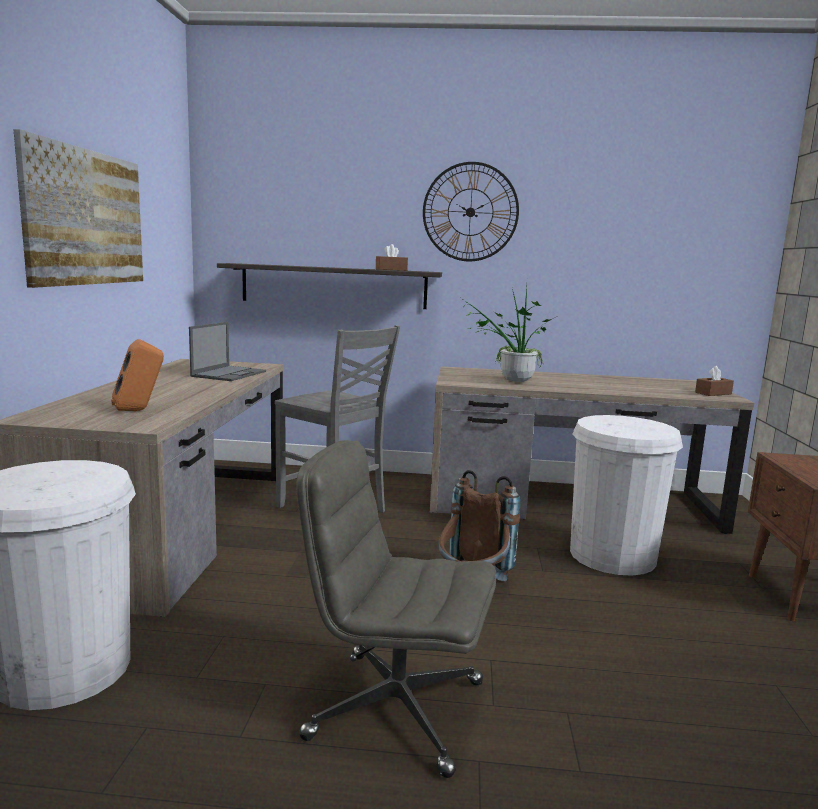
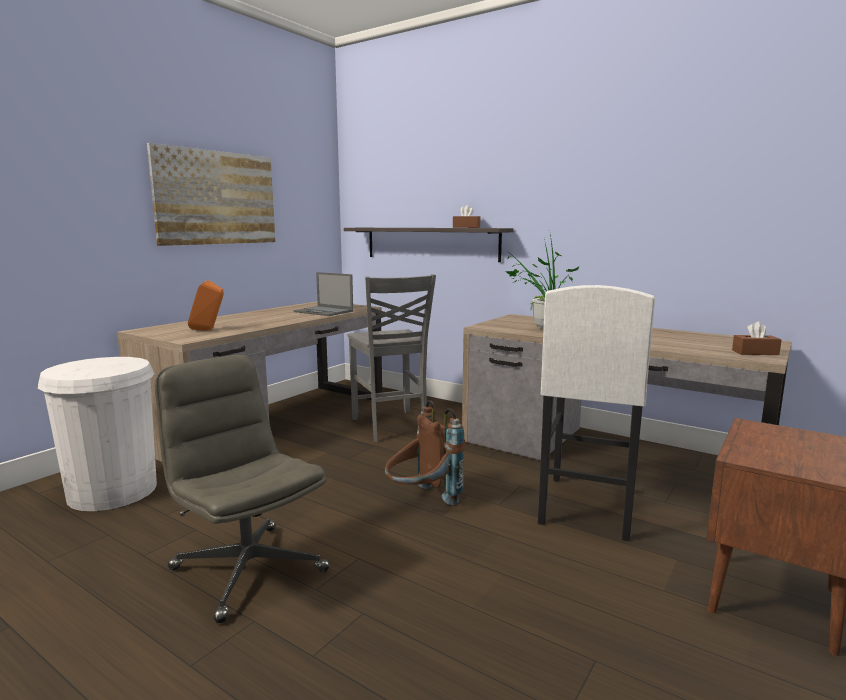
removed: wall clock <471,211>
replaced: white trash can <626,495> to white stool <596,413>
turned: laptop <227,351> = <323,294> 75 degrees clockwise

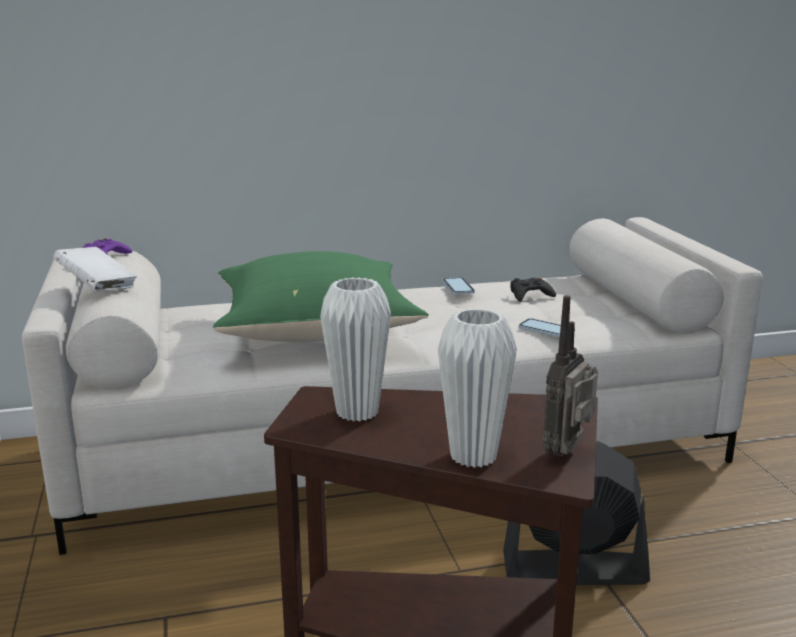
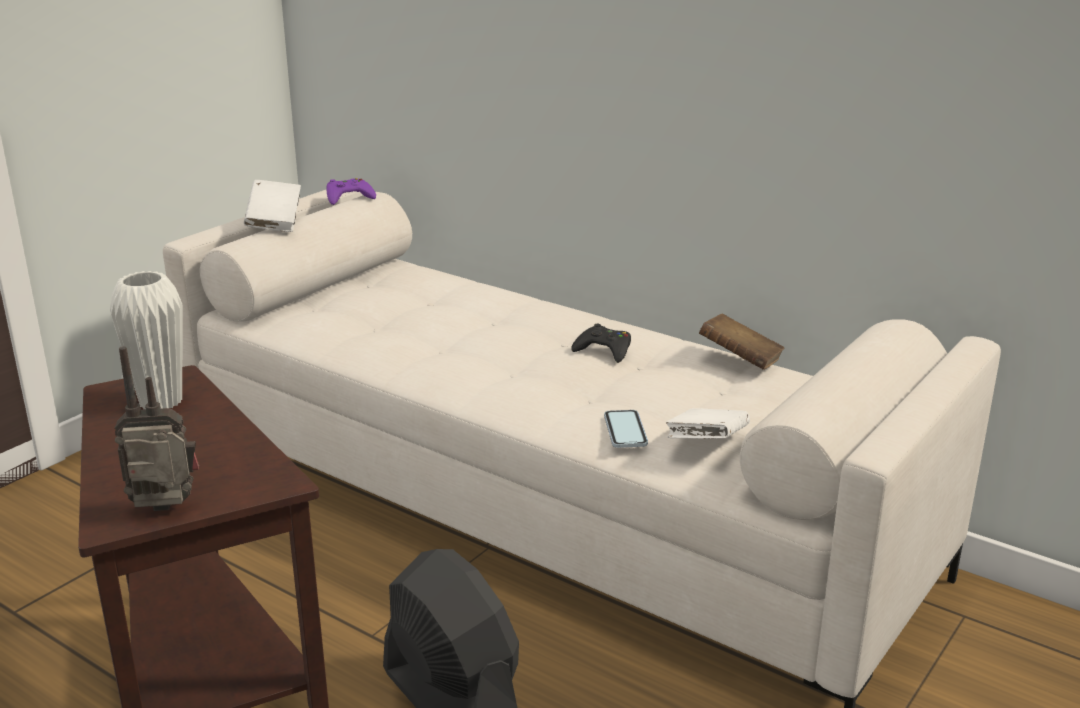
removed: green pillow <321,296>; white vase <477,388>; phone <458,285>
added: white book <708,423>; brown book <742,341>
moved: black game controller <533,290> to <601,343>

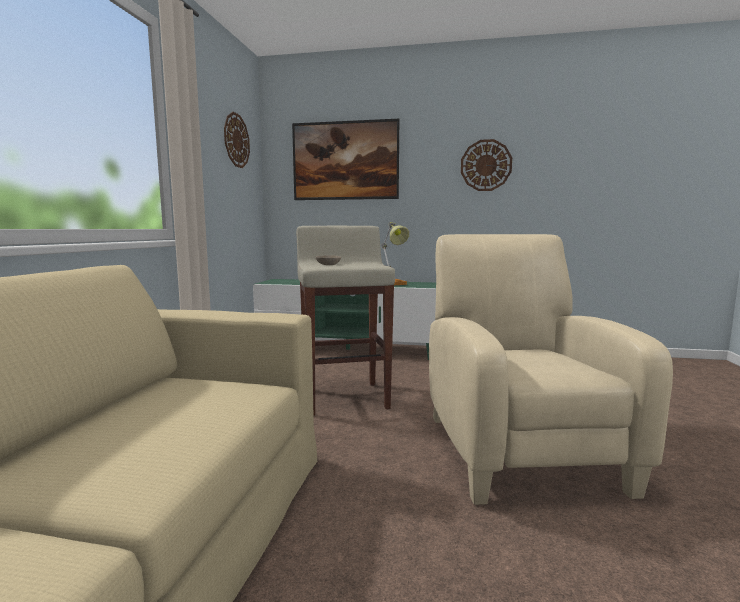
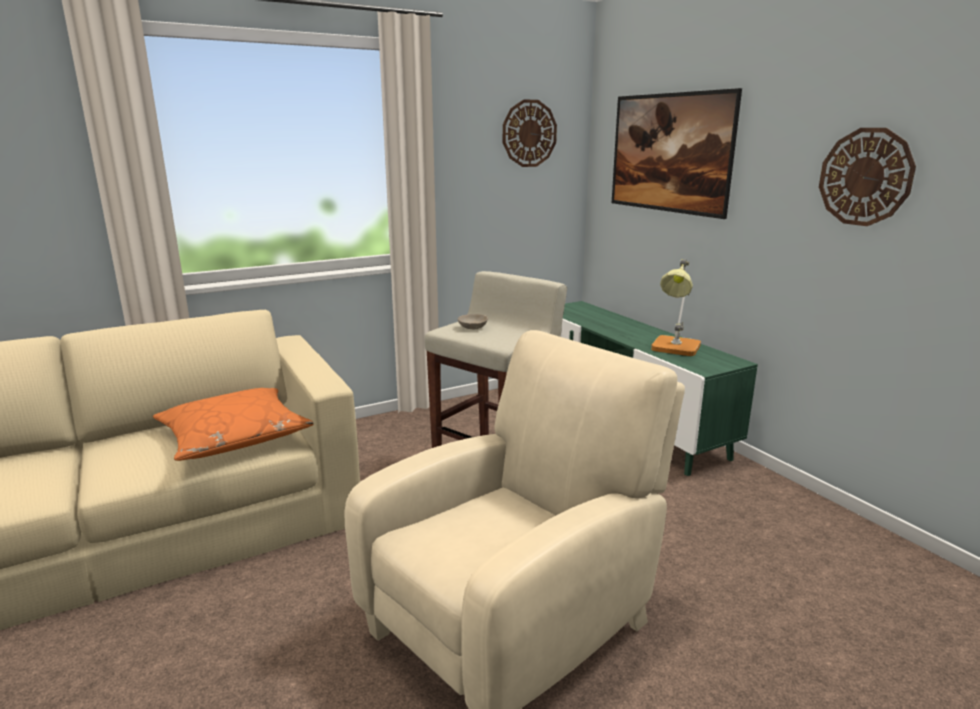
added: orange pillow <233,424>

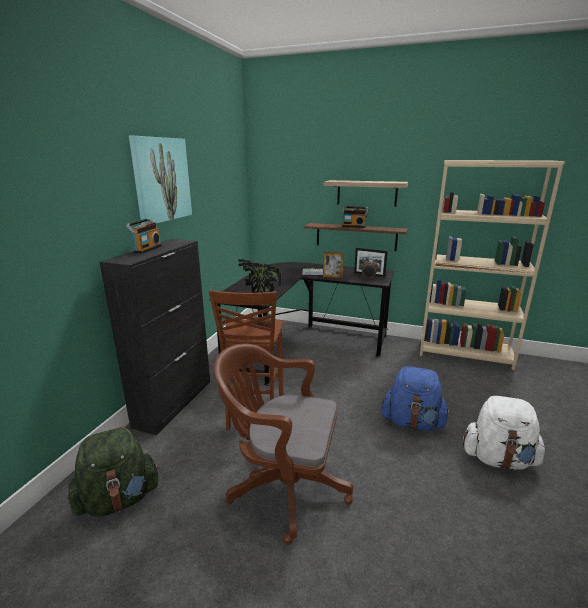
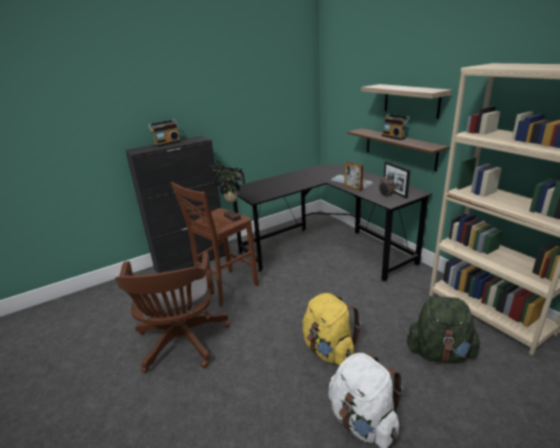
removed: picture <160,180>
moved: green backpack <114,471> to <444,329>
recoloured: blue backpack <416,398> to yellow backpack <332,329>
turned: brown office chair <283,444> = <172,312> 150 degrees counterclockwise

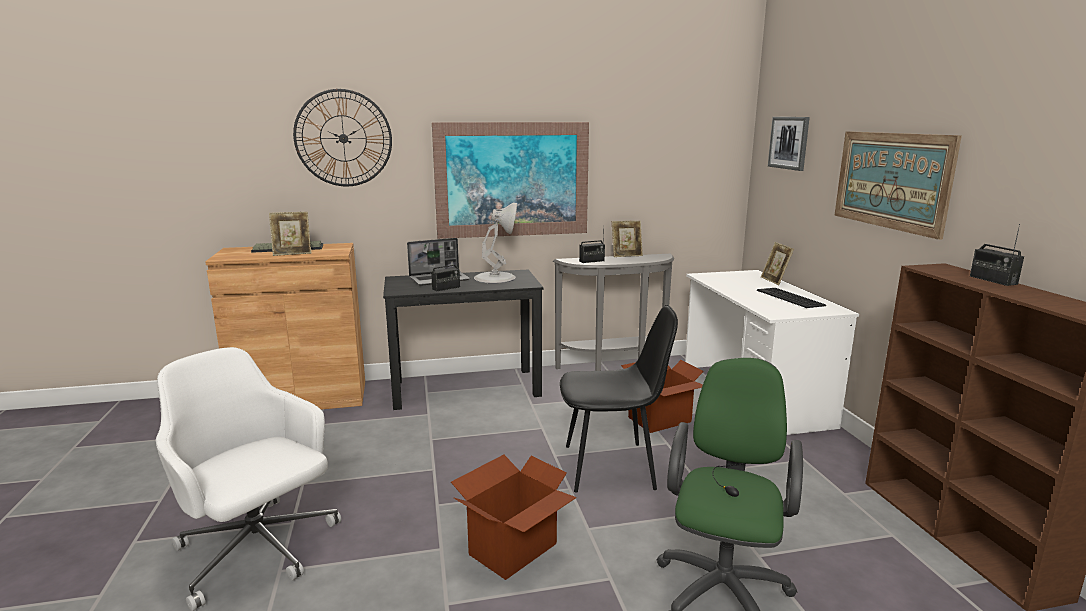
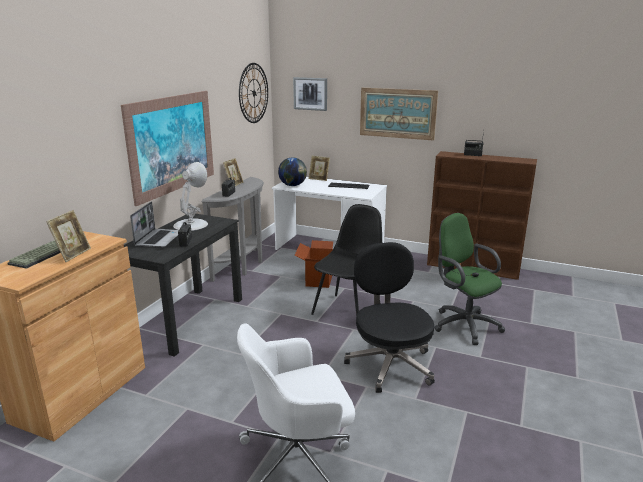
added: globe <292,171>
moved: wall clock <342,137> to <253,93>
replaced: cardboard box <514,517> to black office chair <389,317>

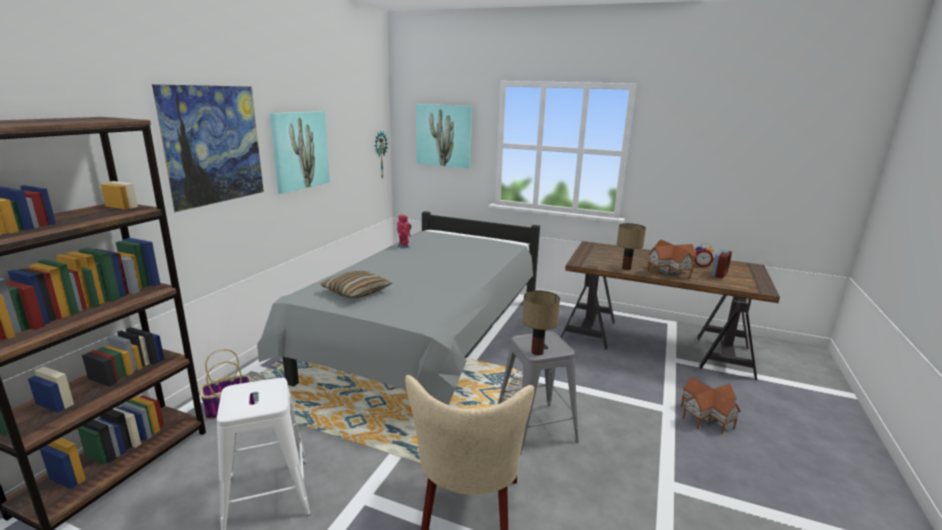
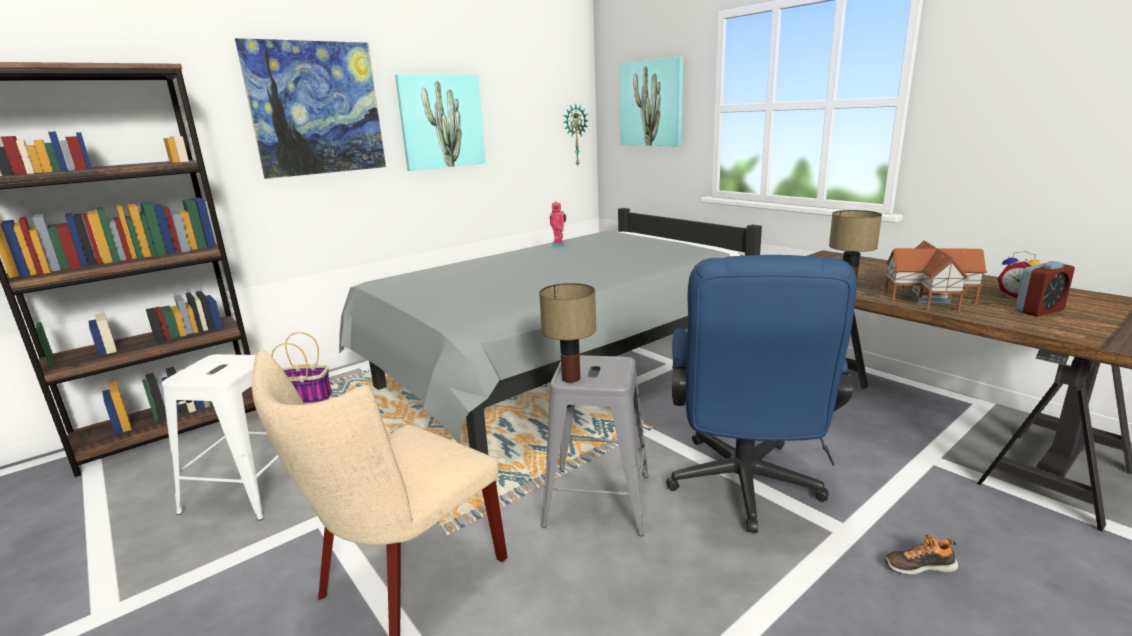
removed: pillow <356,284>
added: blue office chair <761,394>
replaced: toy house <711,405> to shoe <921,555>

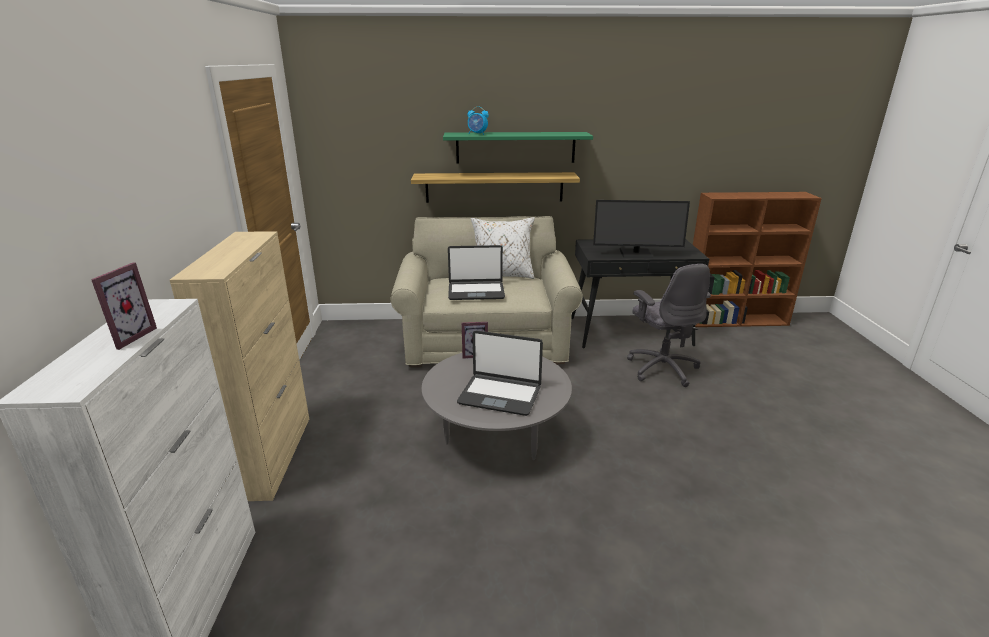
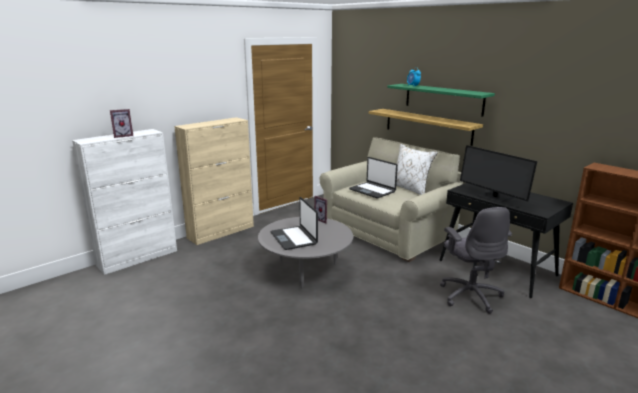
turned: grey office chair <669,325> = <476,260> 45 degrees counterclockwise

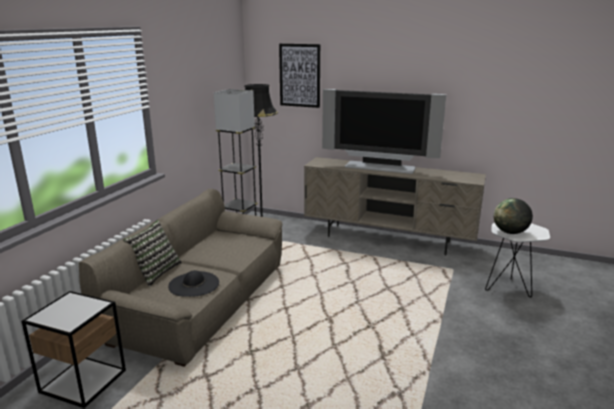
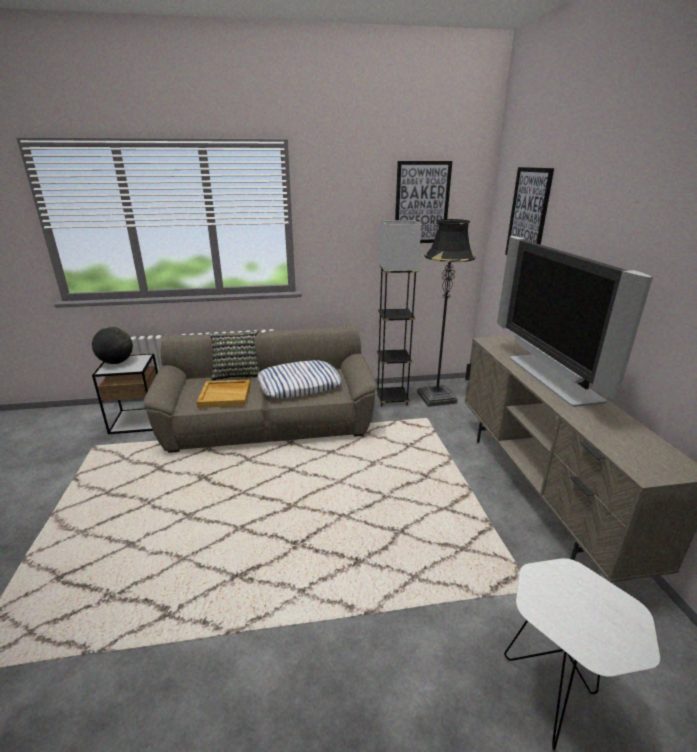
added: pillow <299,379>; picture <423,202>
moved: globe <513,216> to <112,345>
replaced: black hat <193,283> to beige tray <223,394>

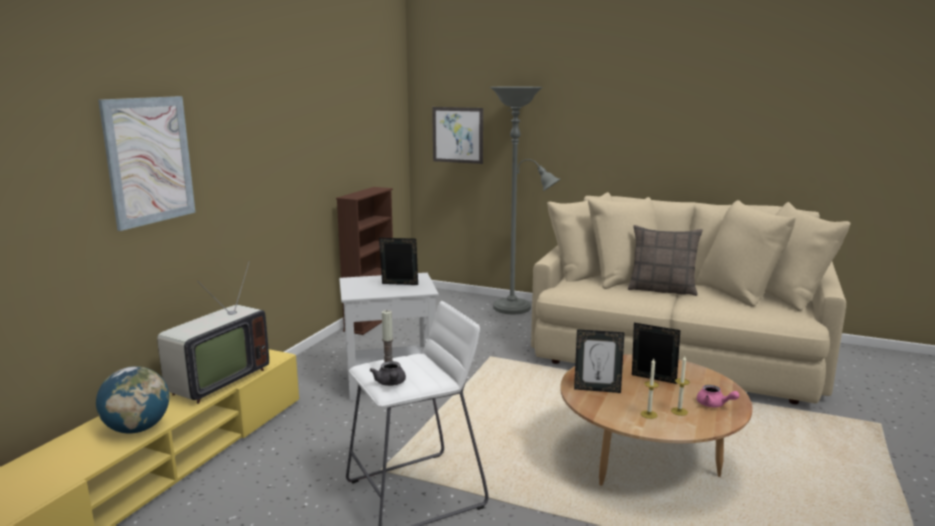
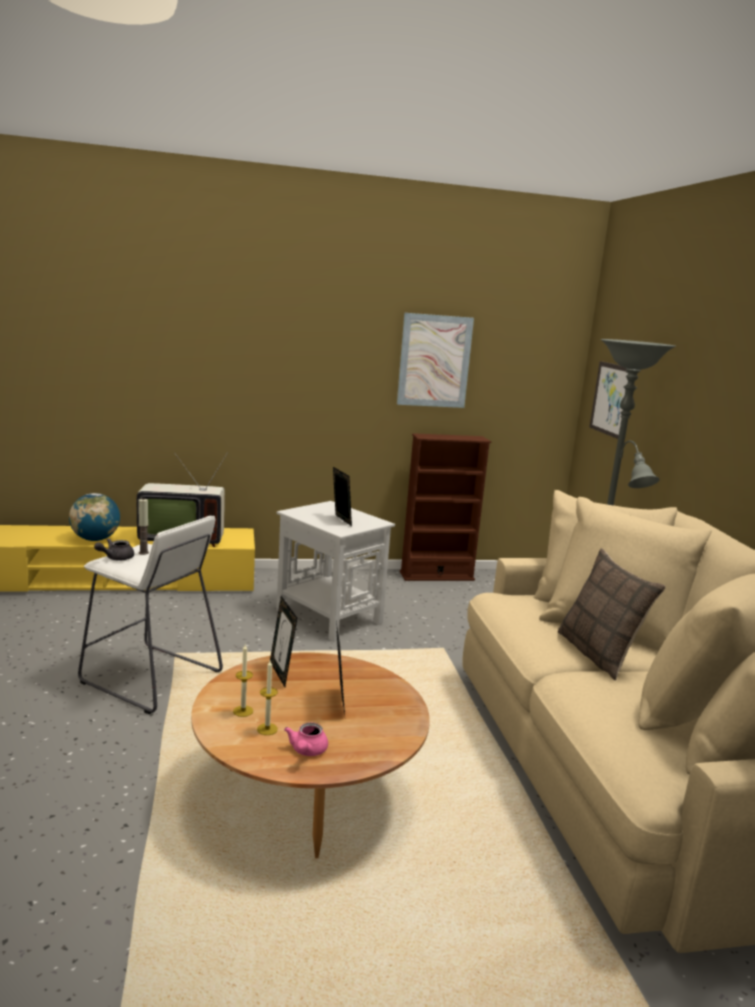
moved: picture <147,163> to <435,360>

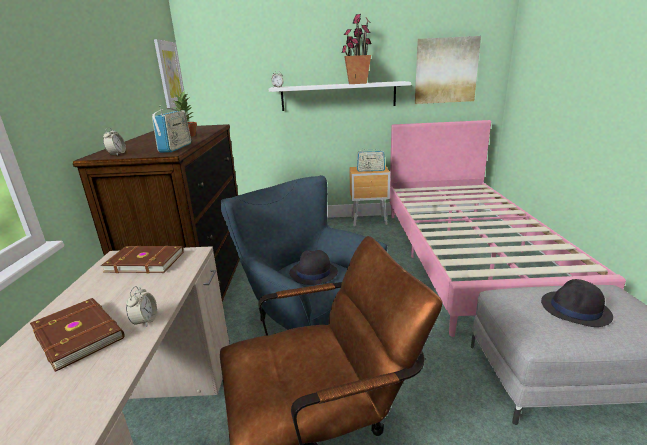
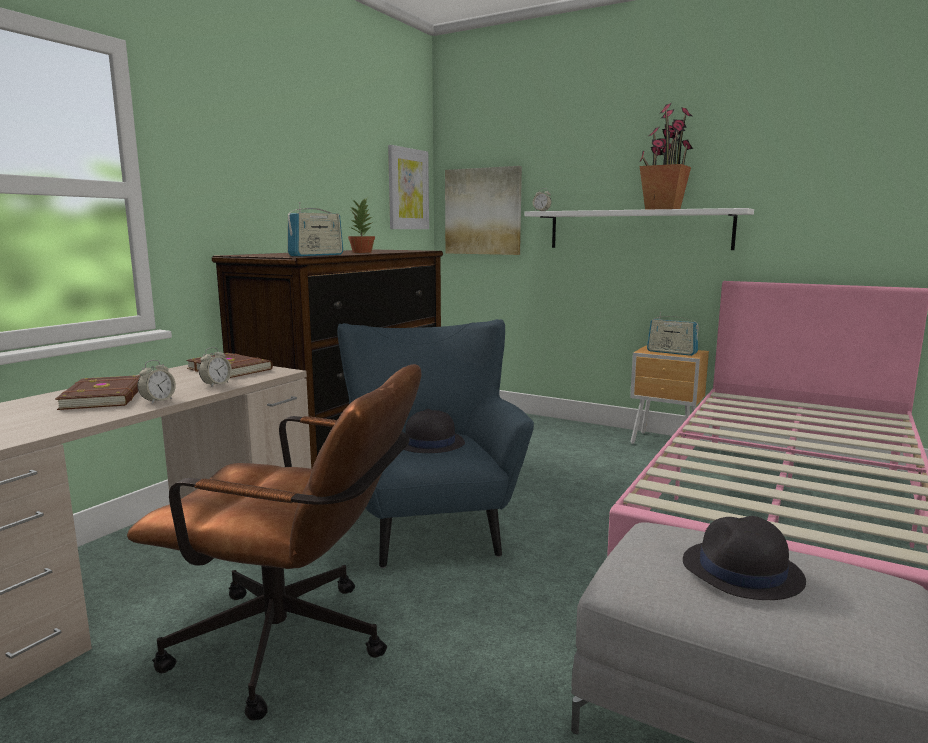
moved: alarm clock <114,141> to <215,367>; picture <448,70> to <483,210>

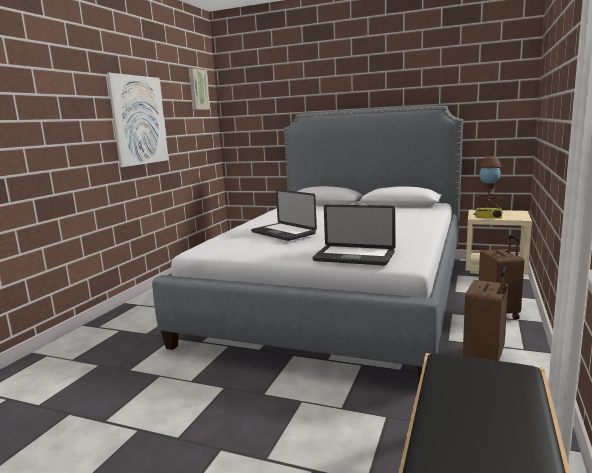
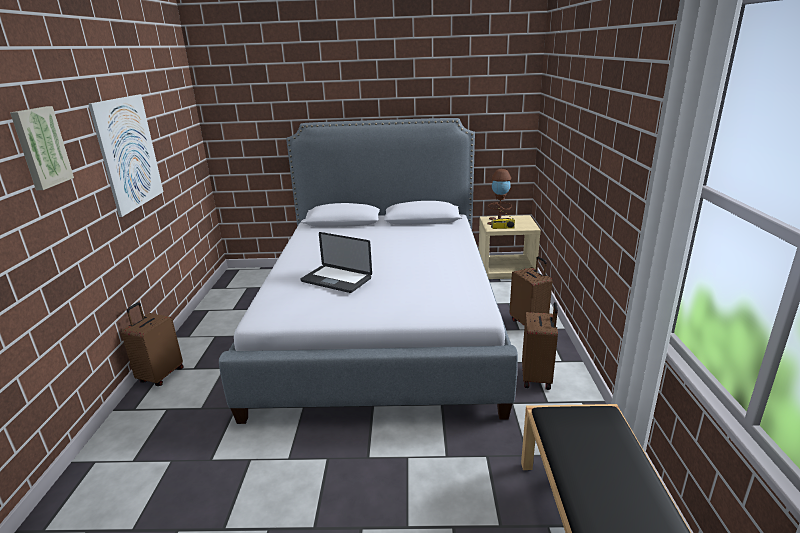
removed: laptop <353,235>
added: brown suitcase <152,344>
moved: picture <199,89> to <42,148>

